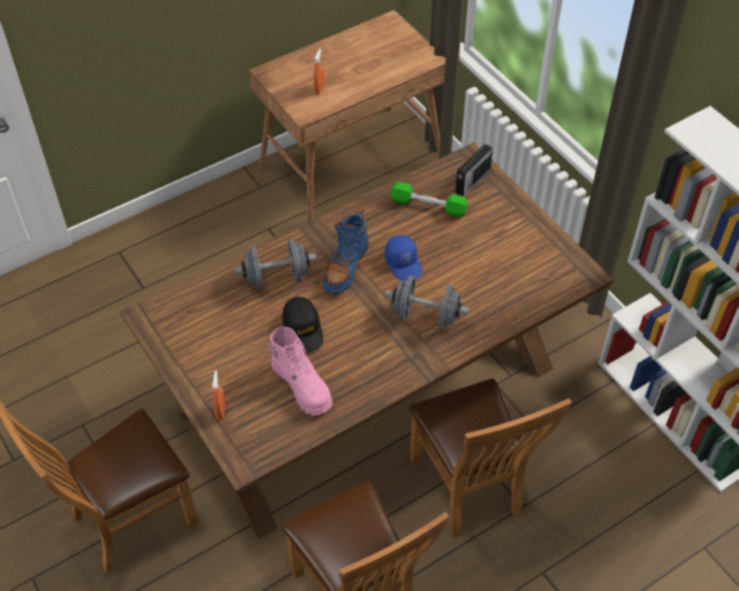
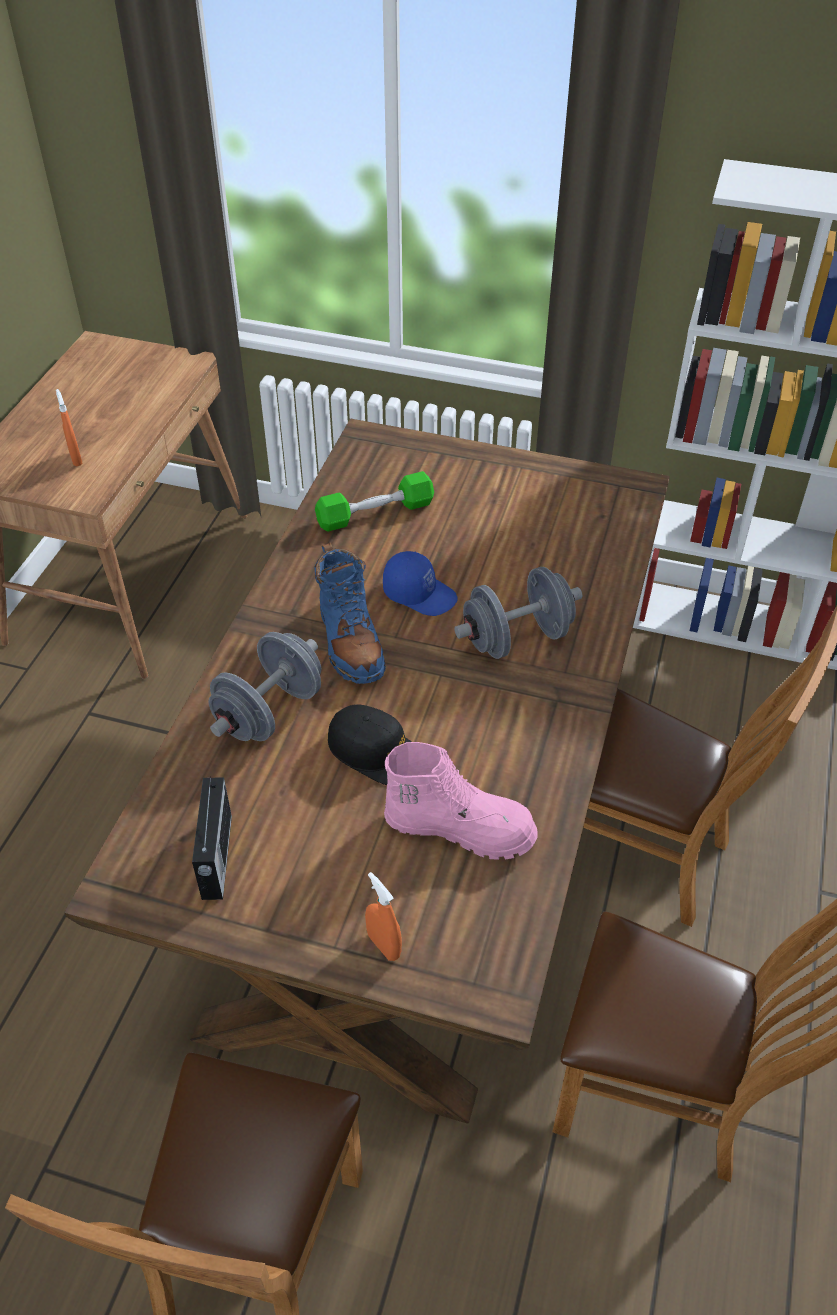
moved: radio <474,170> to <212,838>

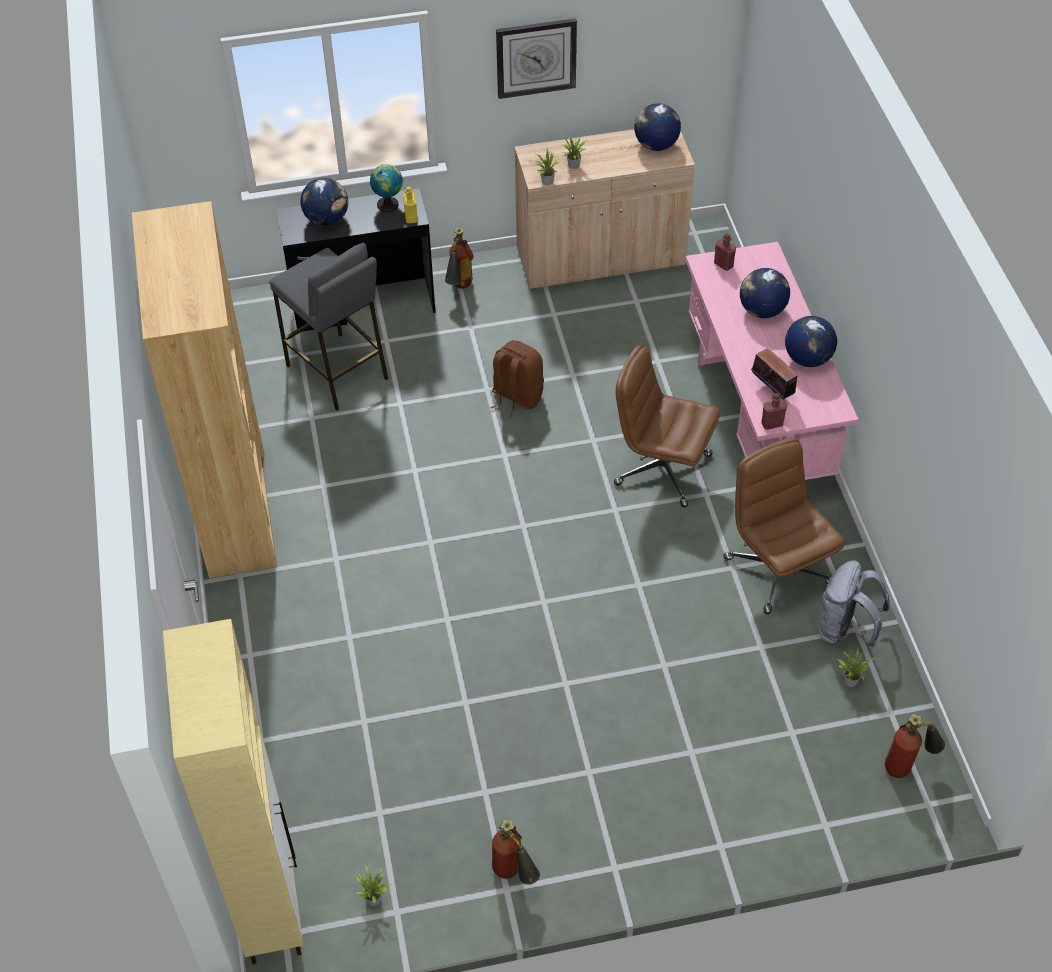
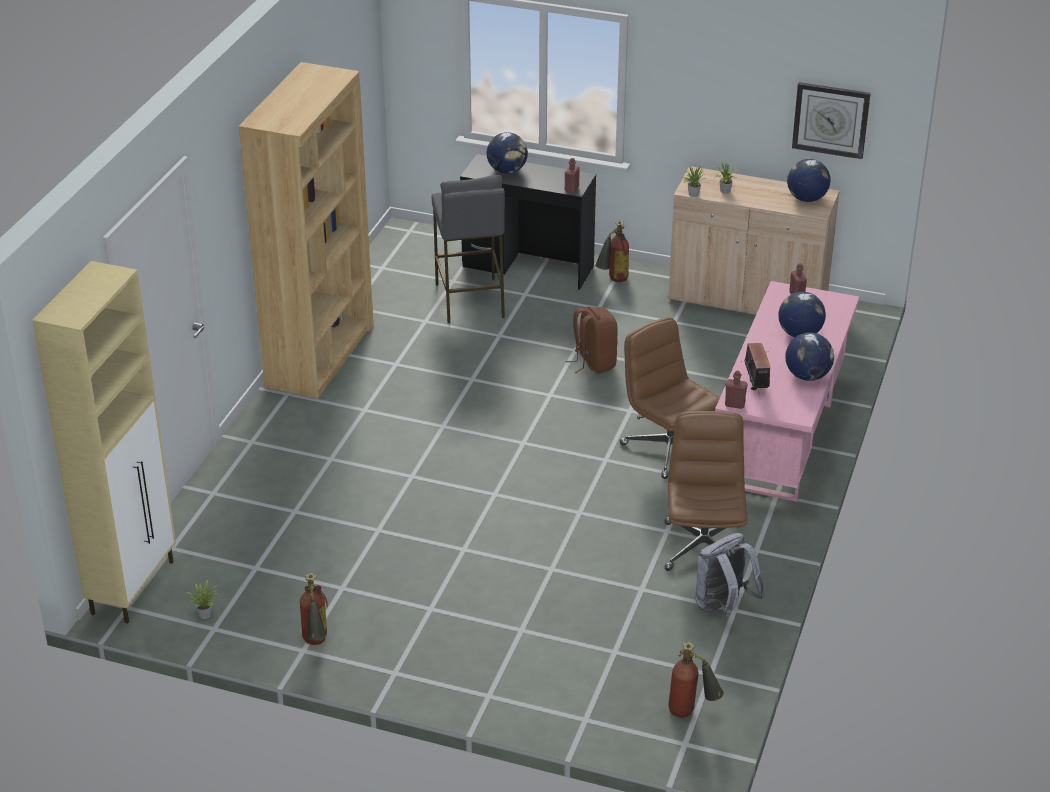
removed: globe <386,188>; potted plant <856,667>
moved: wall clock <536,58> to <831,120>
recoloured: yellow bottle <410,204> to red bottle <572,175>

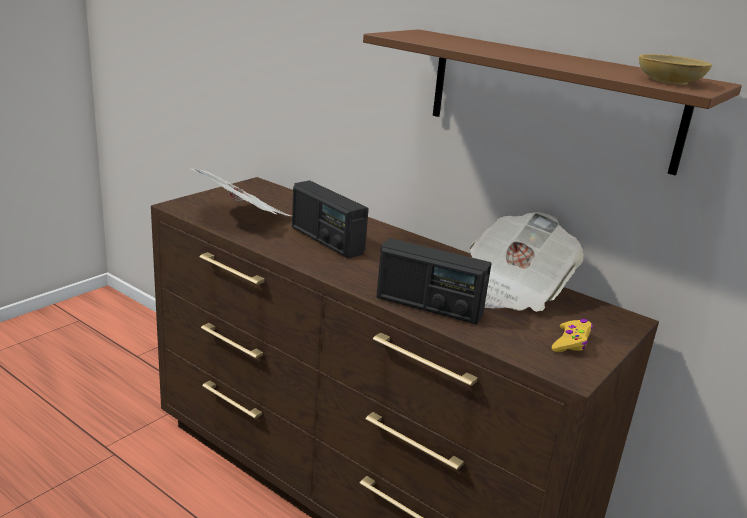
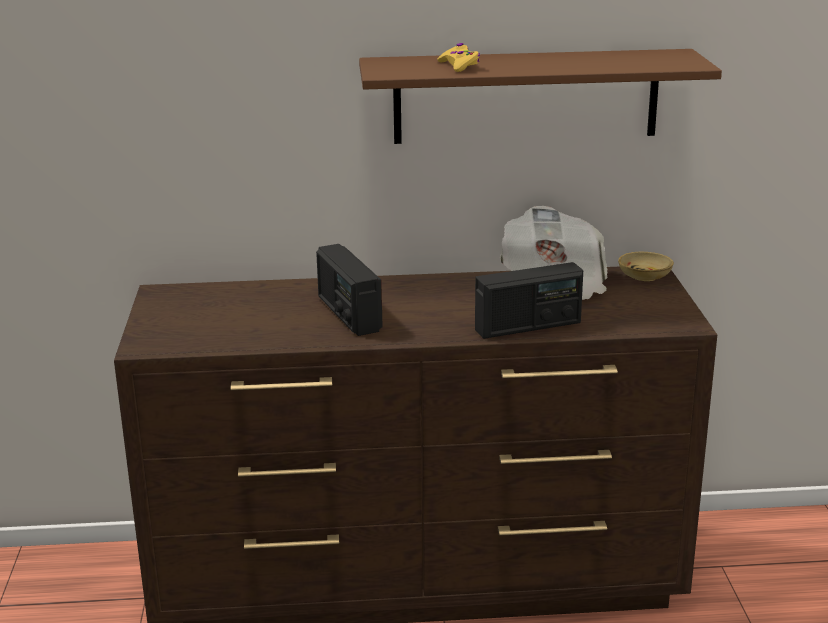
removed: newspaper <240,192>
moved: yellow game controller <572,335> to <458,57>; beige bowl <675,69> to <646,266>
turned: radio <330,219> = <349,290> 60 degrees clockwise

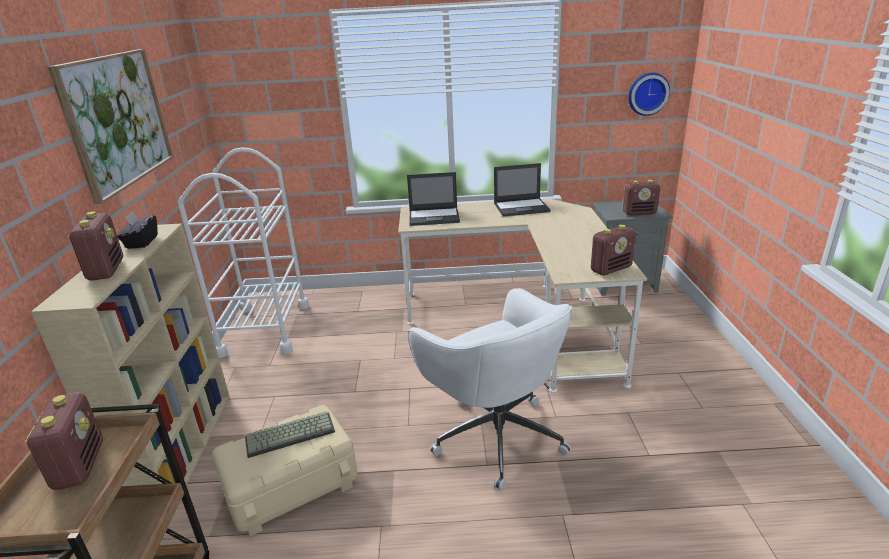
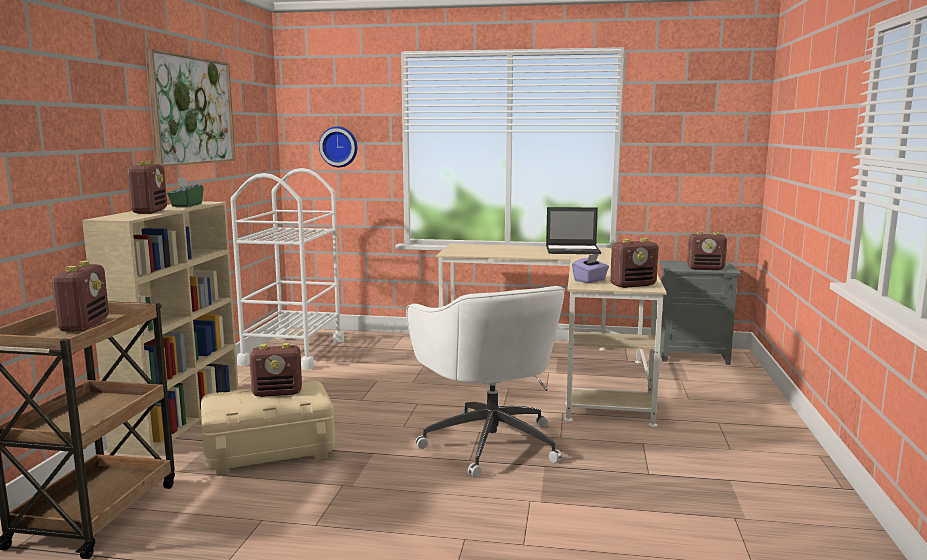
removed: laptop <433,199>
added: purple tissue box <590,268>
moved: wall clock <649,94> to <338,146>
replaced: keyboard <290,435> to radio <275,370>
recoloured: black tissue box <137,230> to green tissue box <185,192>

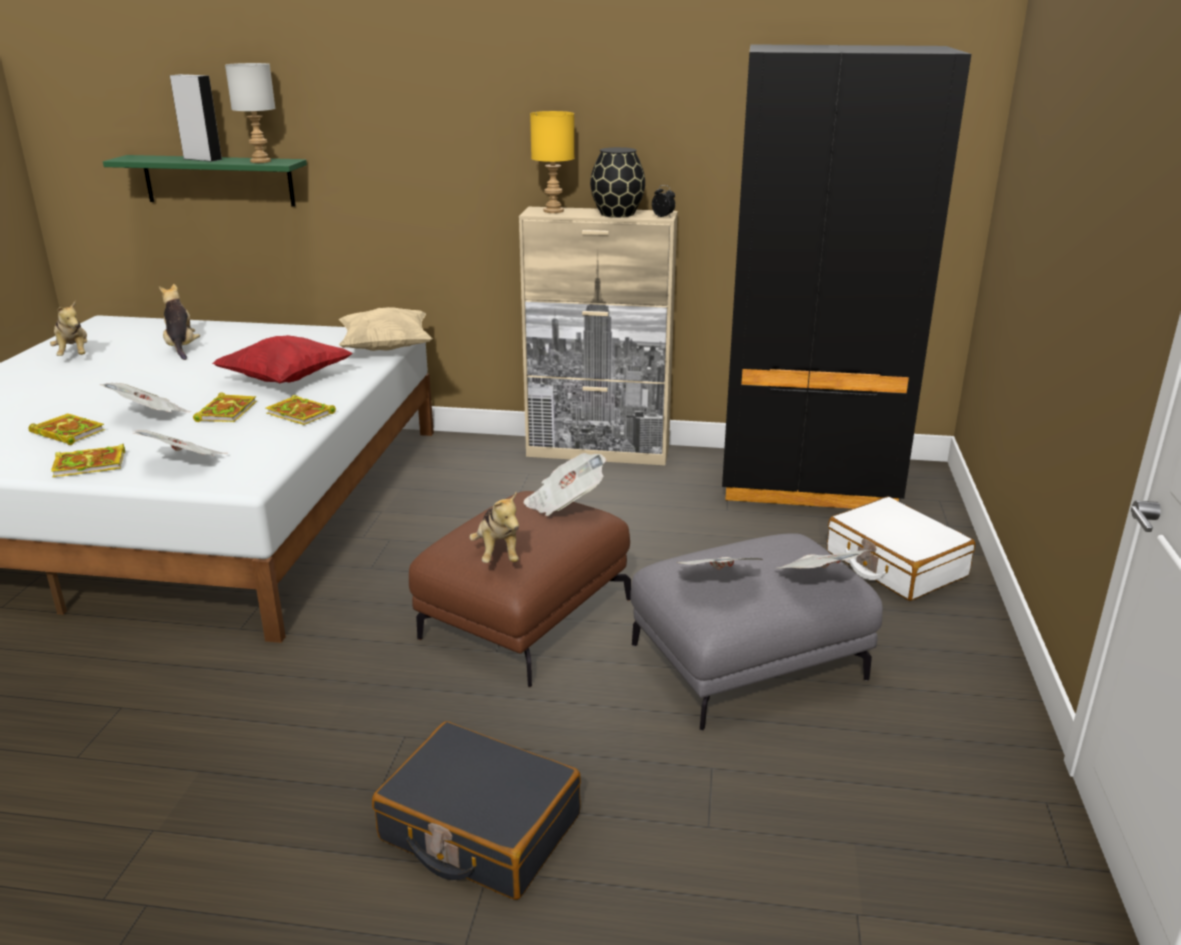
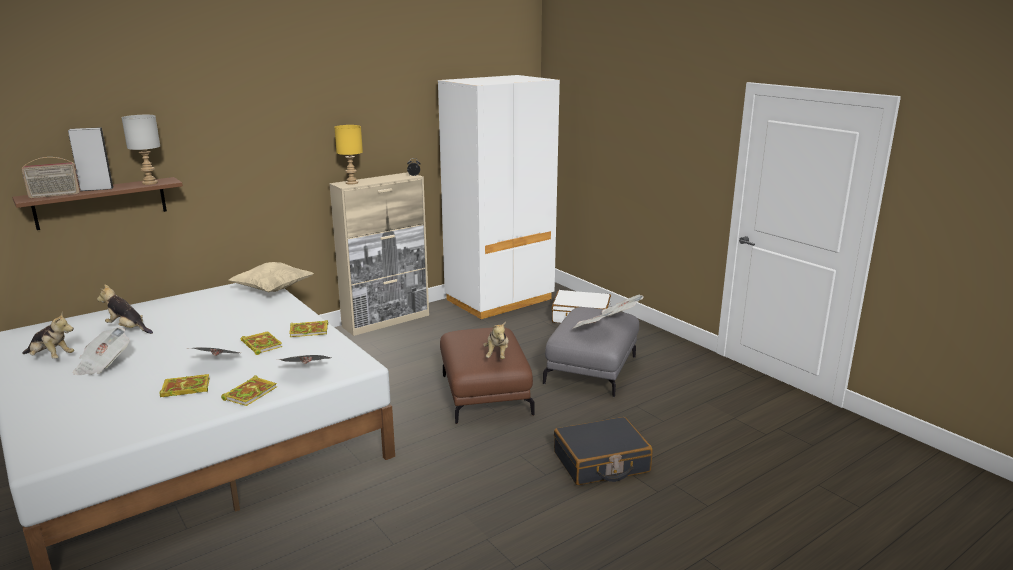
removed: red pillow <282,359>; black vase <617,182>
added: radio <51,177>
moved: newspaper <564,484> to <101,351>
recoloured: green shelf <205,180> to brown shelf <97,203>; black wardrobe <846,276> to white wardrobe <499,197>
turned: plush toy <494,527> = <496,340> 60 degrees clockwise

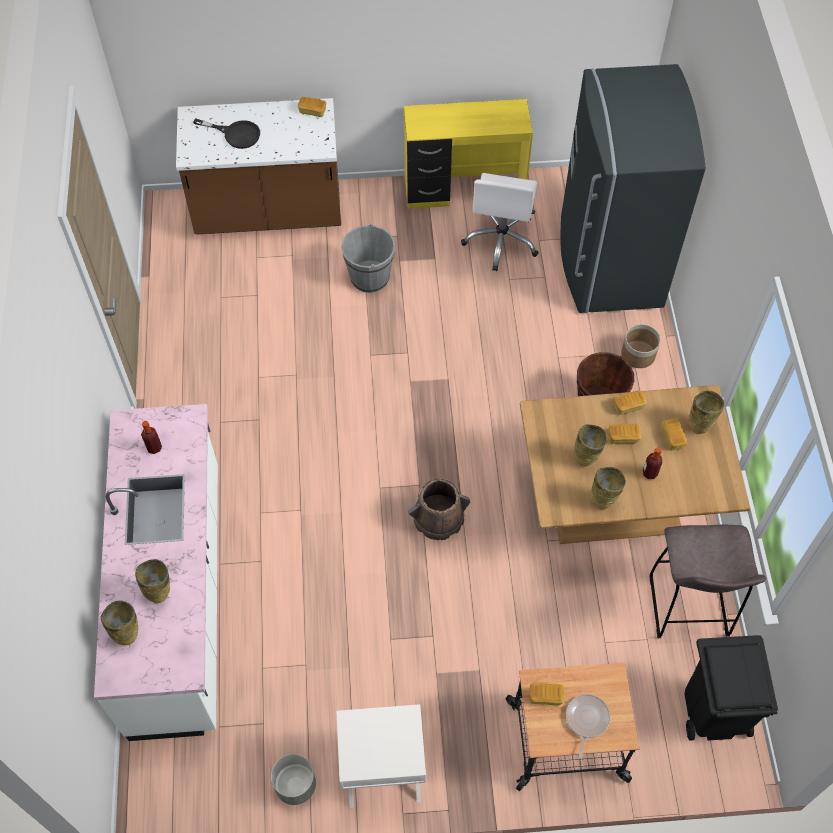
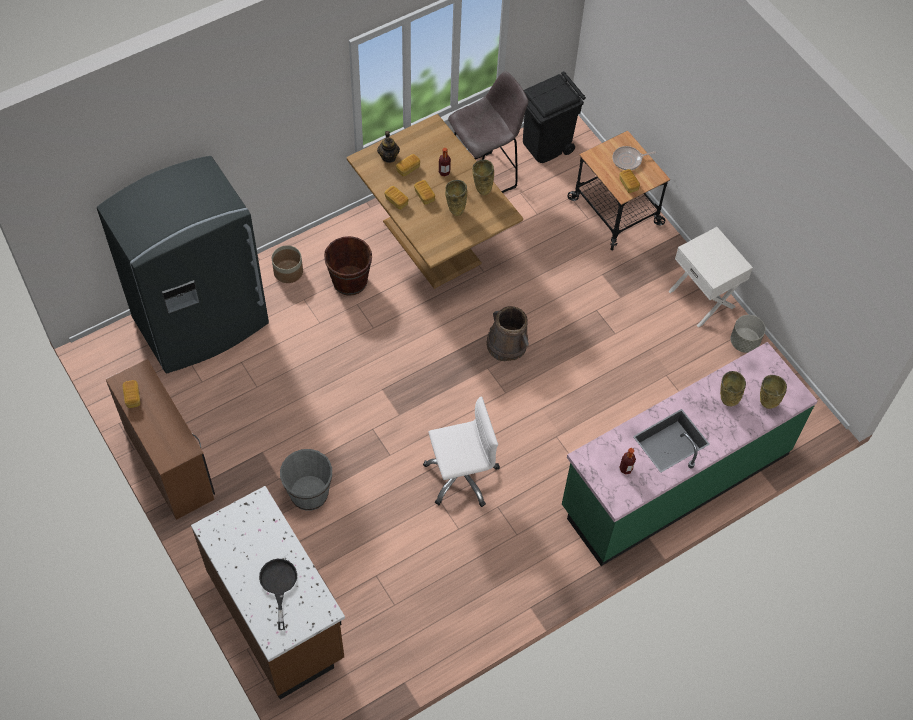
moved: bread <312,107> to <131,394>; white office chair <500,222> to <461,451>
replaced: beige vase <706,412> to teapot <388,147>
recoloured: white counter <156,572> to green counter <690,454>; yellow desk <468,154> to brown desk <160,439>

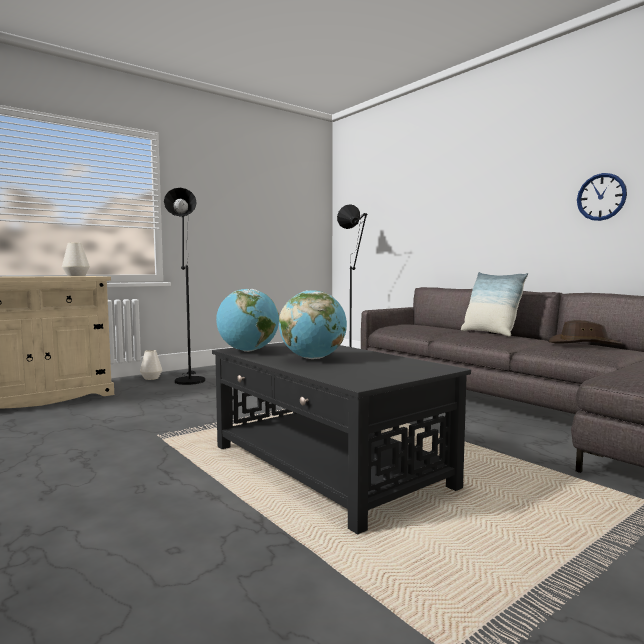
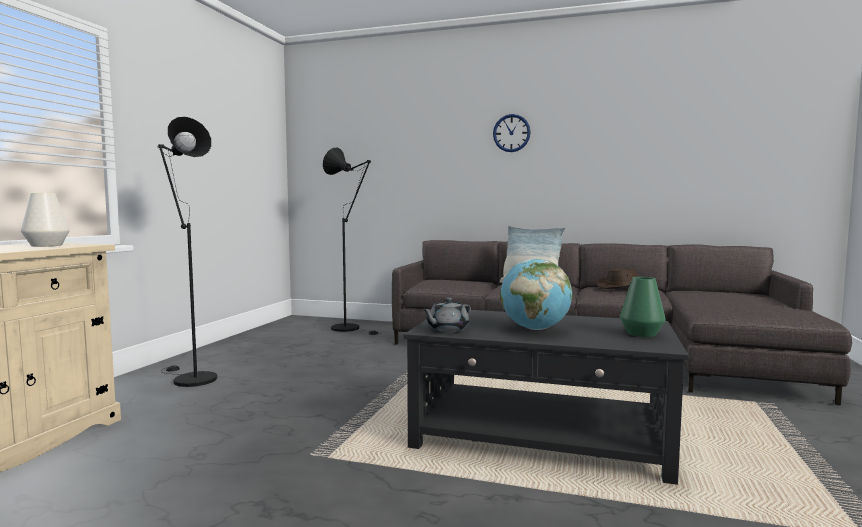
removed: white vase <151,365>
added: green vase <643,307>
moved: wall clock <602,197> to <512,133>
replaced: globe <247,320> to grey teapot <446,315>

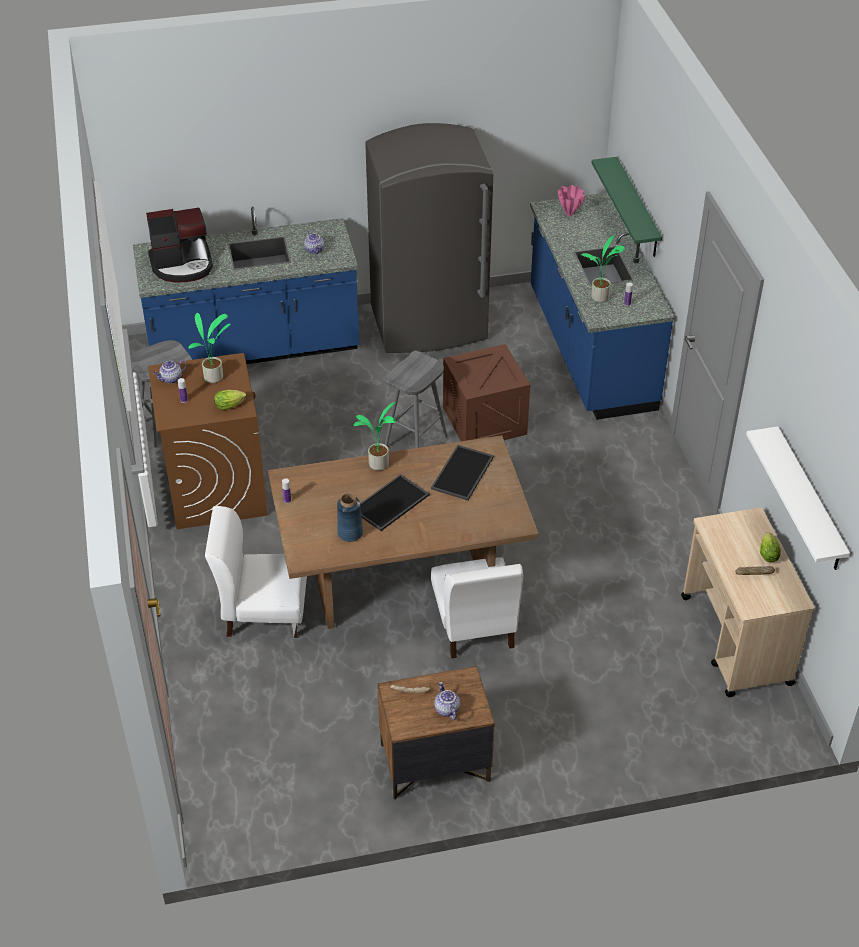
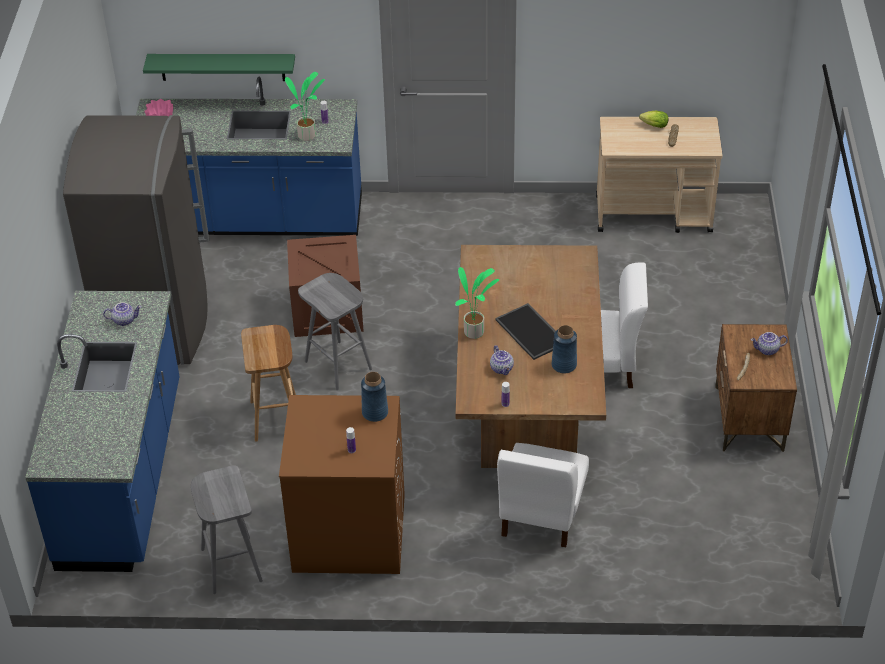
removed: coffee machine <179,244>; potted plant <210,348>; tray <462,472>; white shelf <798,498>
added: brown stool <268,383>
moved: teapot <170,372> to <502,360>
replaced: lettuce <230,400> to blue vase <374,397>

